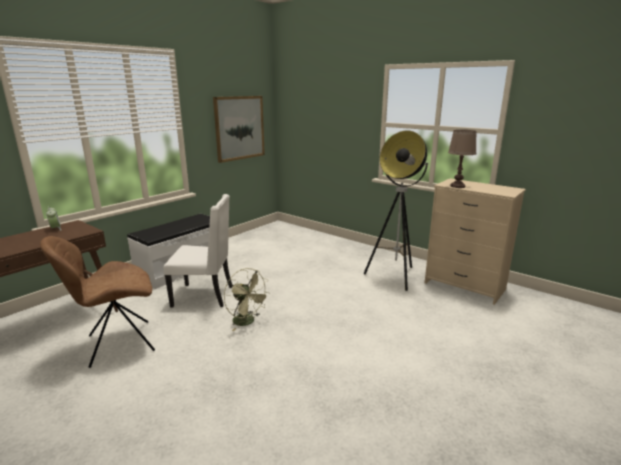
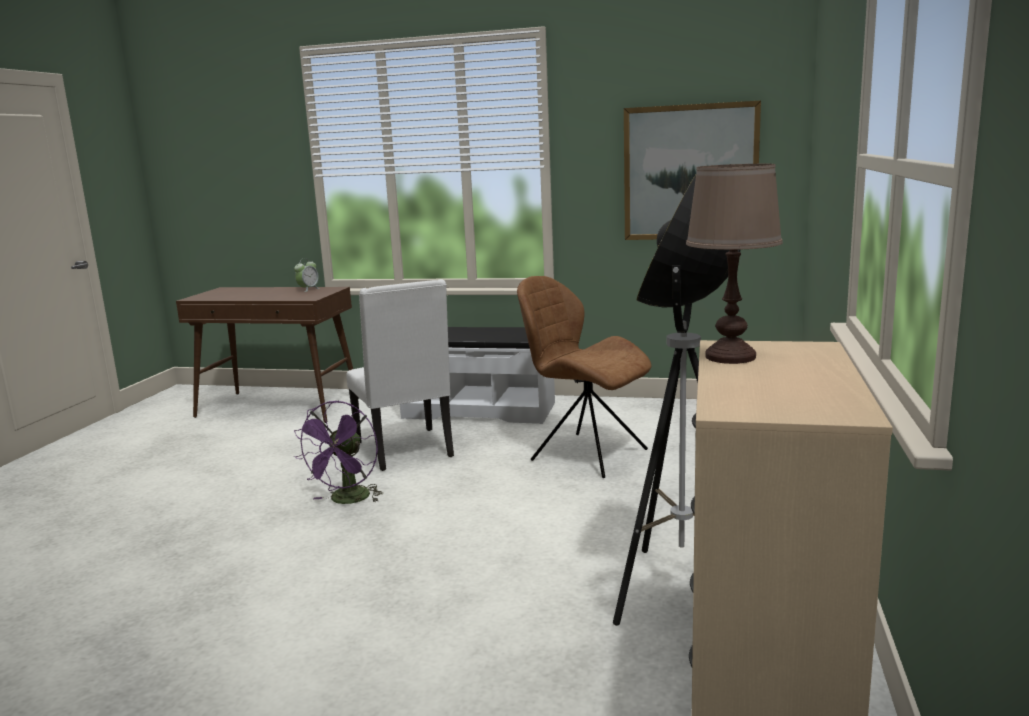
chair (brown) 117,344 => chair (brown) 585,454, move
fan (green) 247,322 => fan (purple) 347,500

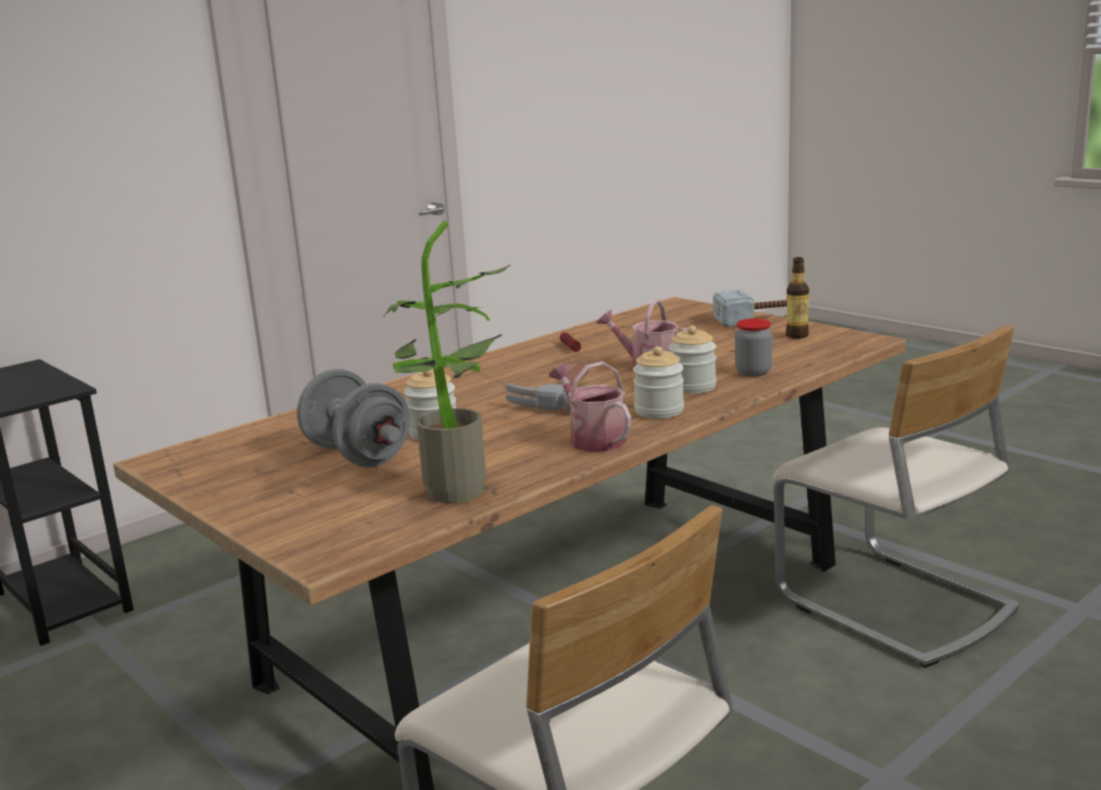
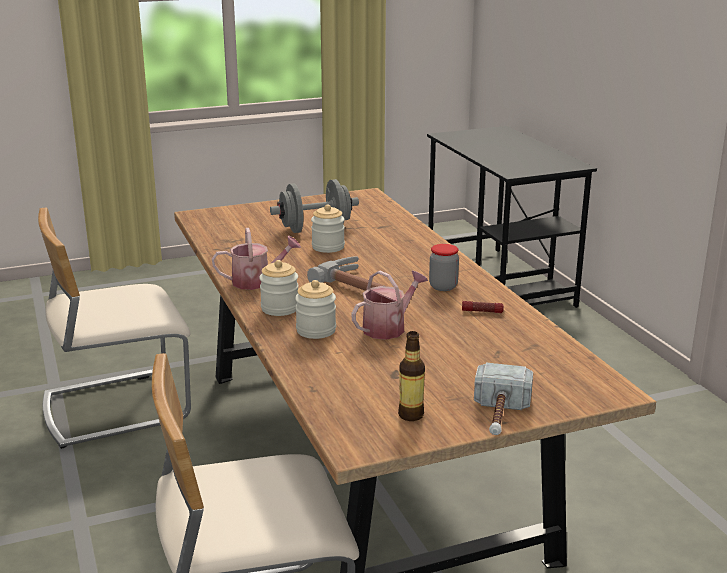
potted plant 457,495 => nothing
jar 753,372 => jar 443,286, move

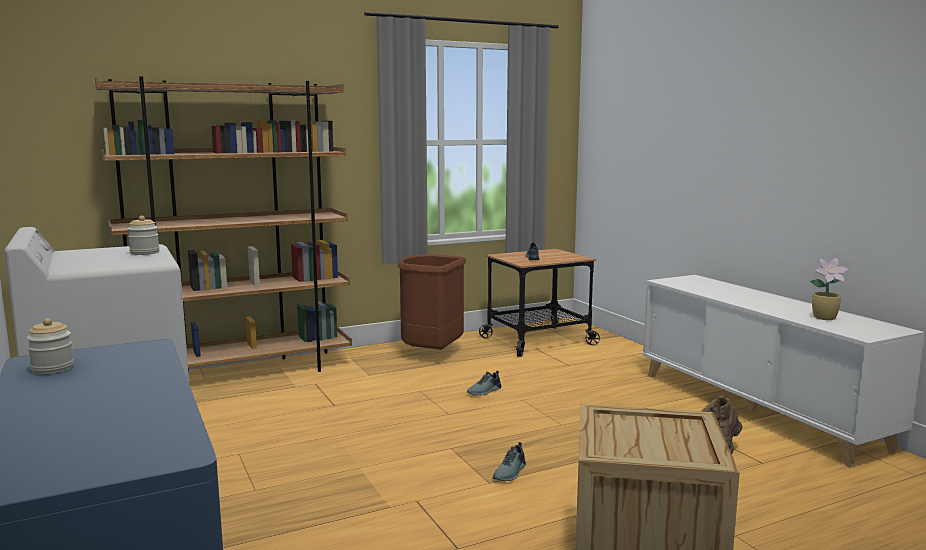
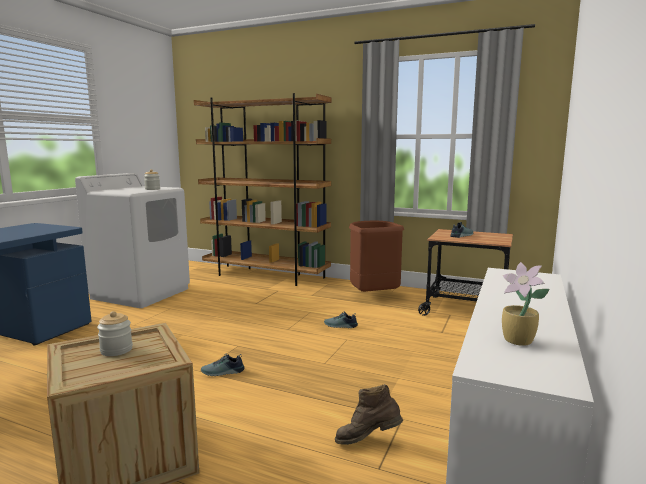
jar 52,368 => jar 116,350, move

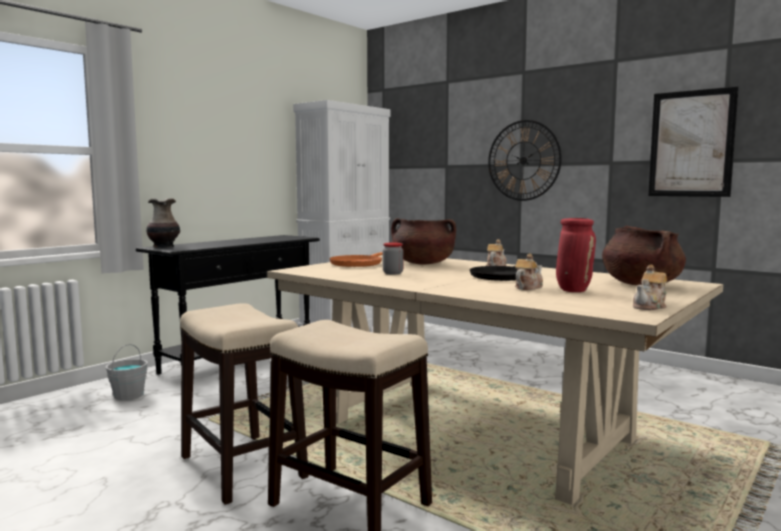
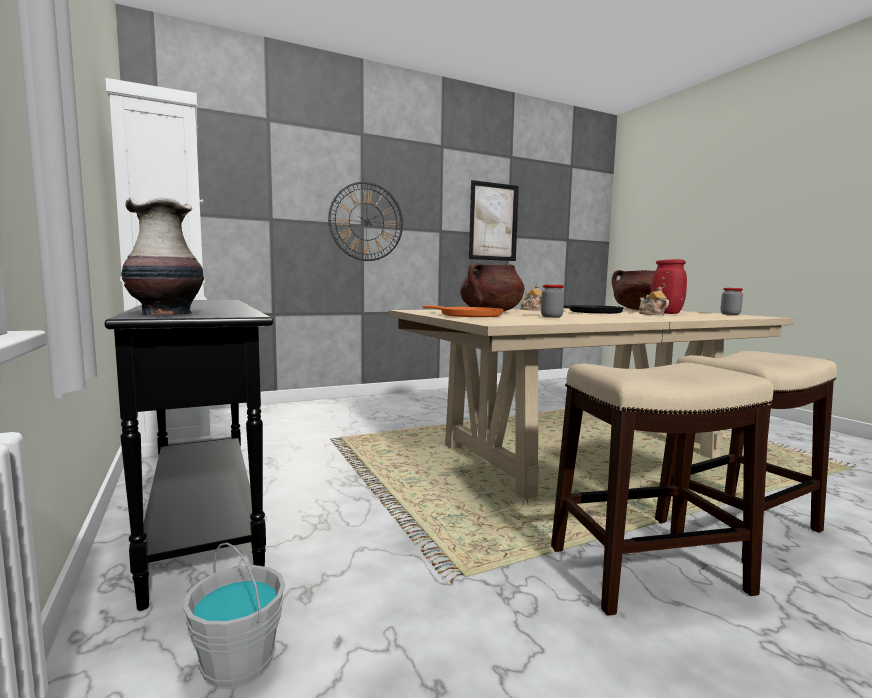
teapot 650,306 => jar 730,314

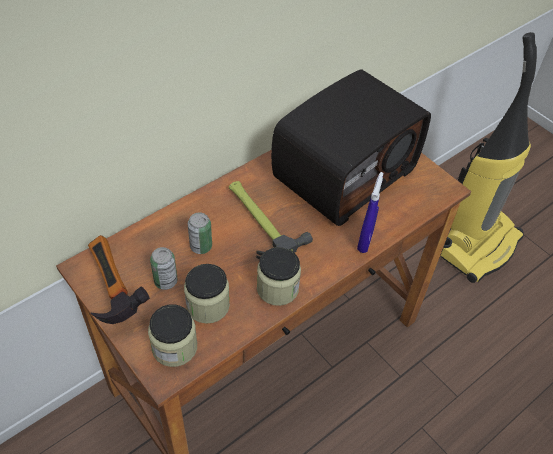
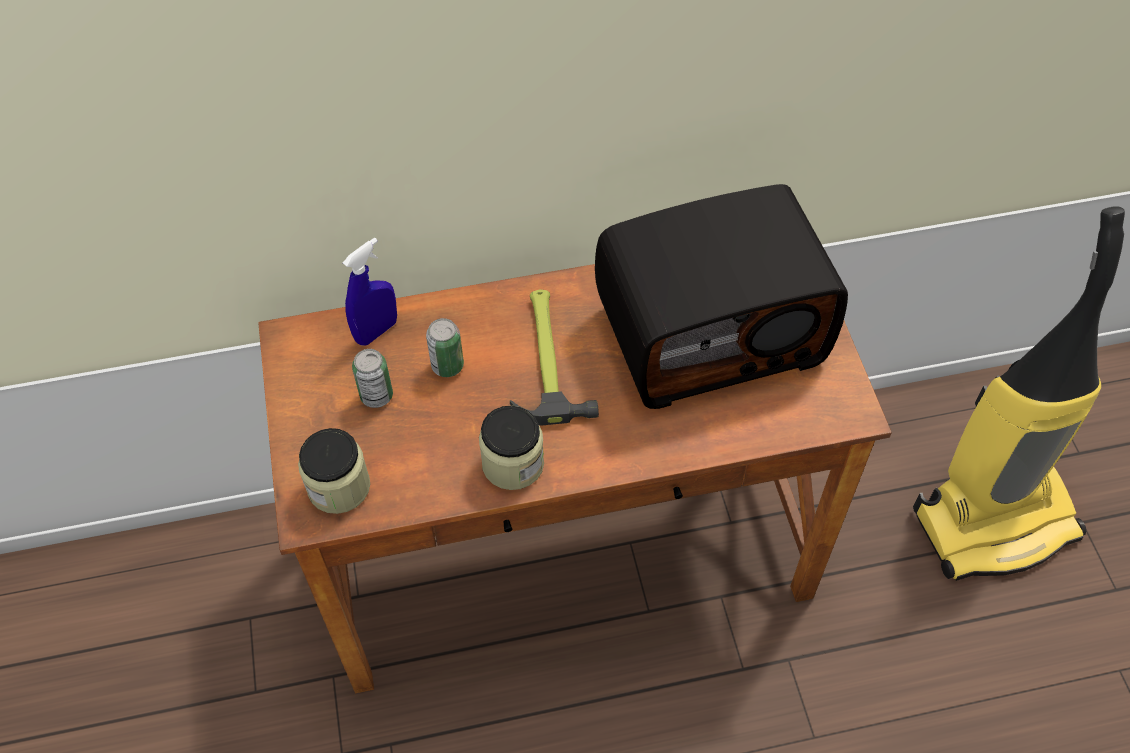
spray bottle (blue) 365,241 => spray bottle (blue) 376,331, move
hammer 108,290 => nothing
jar 208,305 => nothing

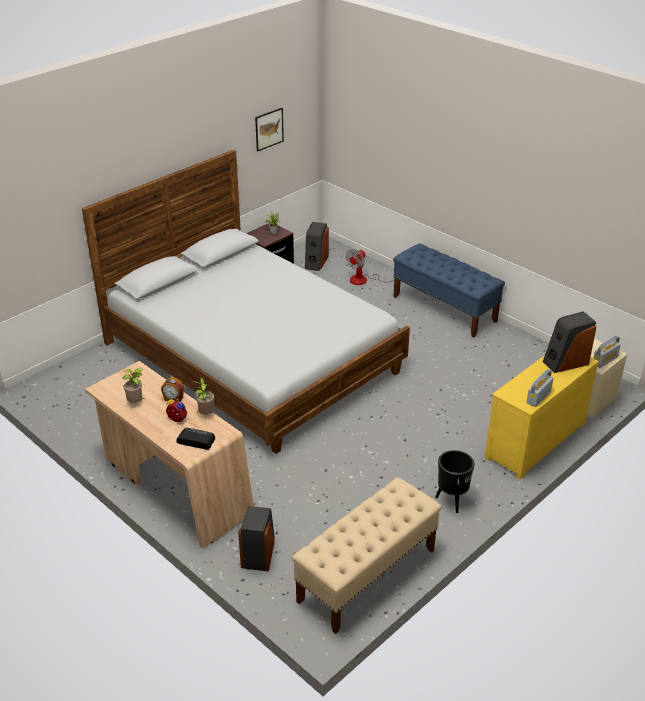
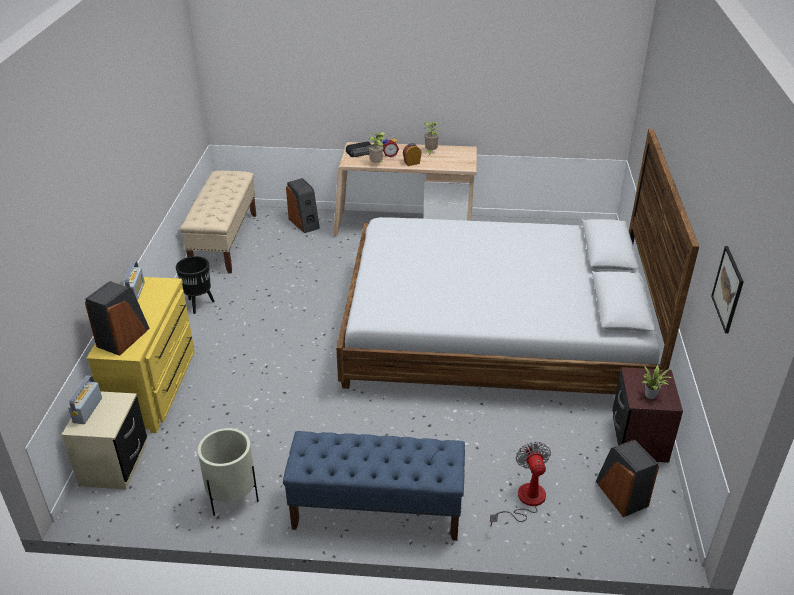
nothing => planter (beige) 232,499

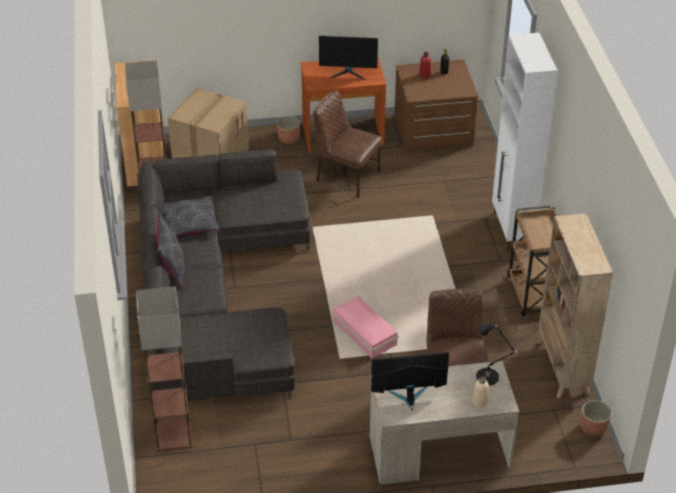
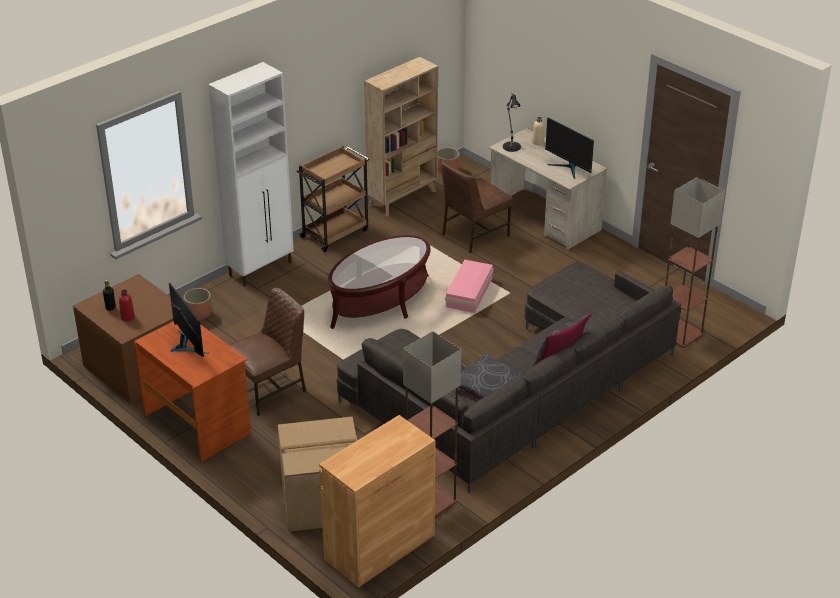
chair (brown) 346,177 => chair (brown) 270,390, 120 degrees counterclockwise
planter 288,139 => planter 199,314, move
nothing => coffee table (brown) 380,301

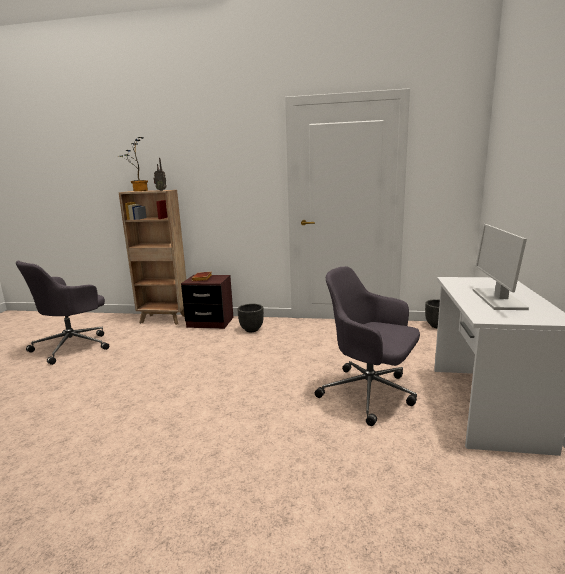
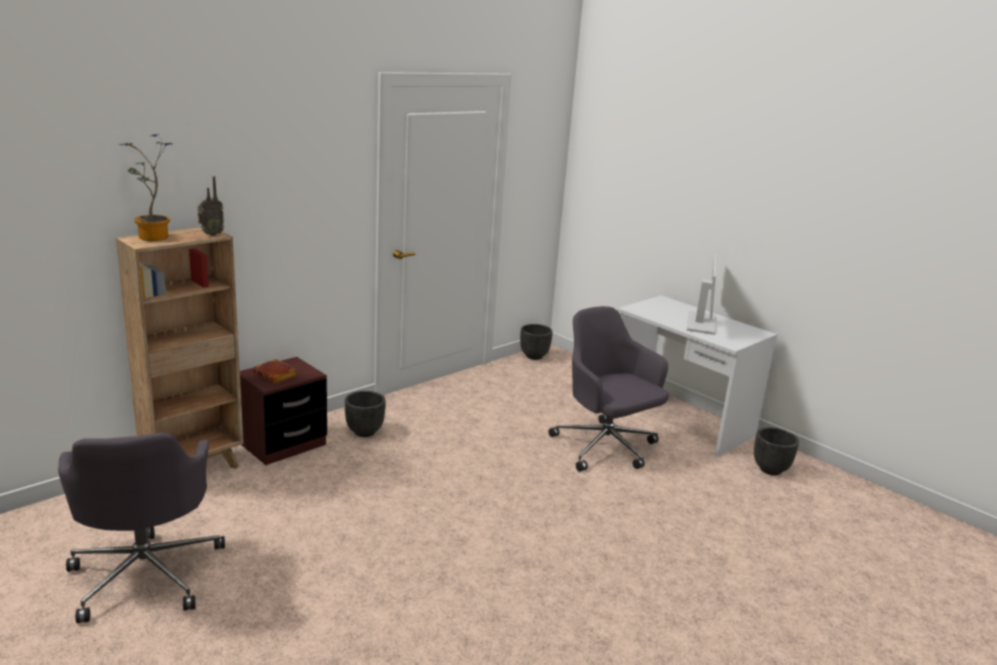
monitor 497,299 => monitor 701,323, 120 degrees counterclockwise
office chair (grey) 370,394 => office chair (grey) 605,448, 75 degrees clockwise
nothing => planter (black) 771,469

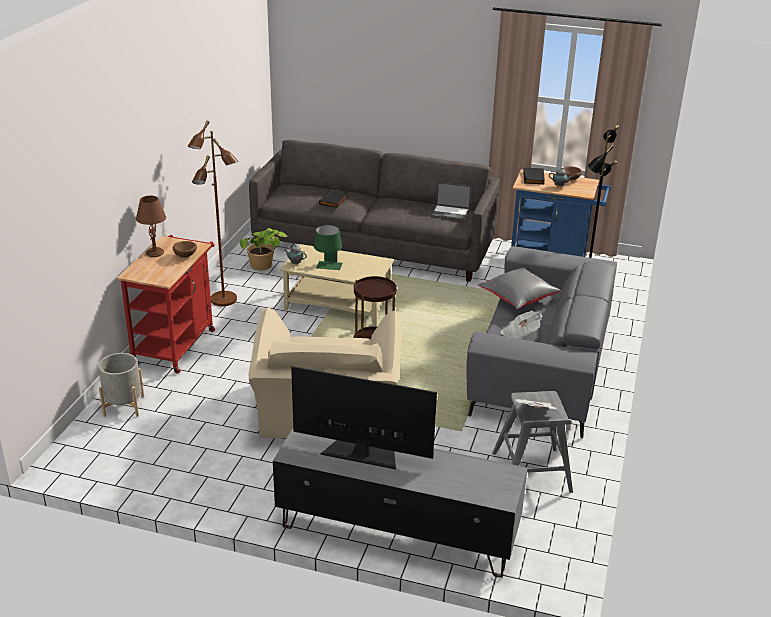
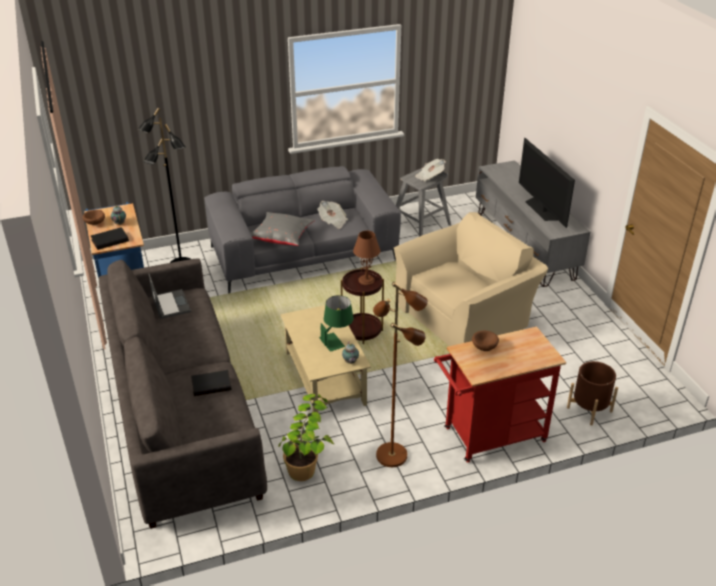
table lamp (brown) 154,252 => table lamp (brown) 366,280, move
planter (grey) 124,406 => planter (brown) 589,409

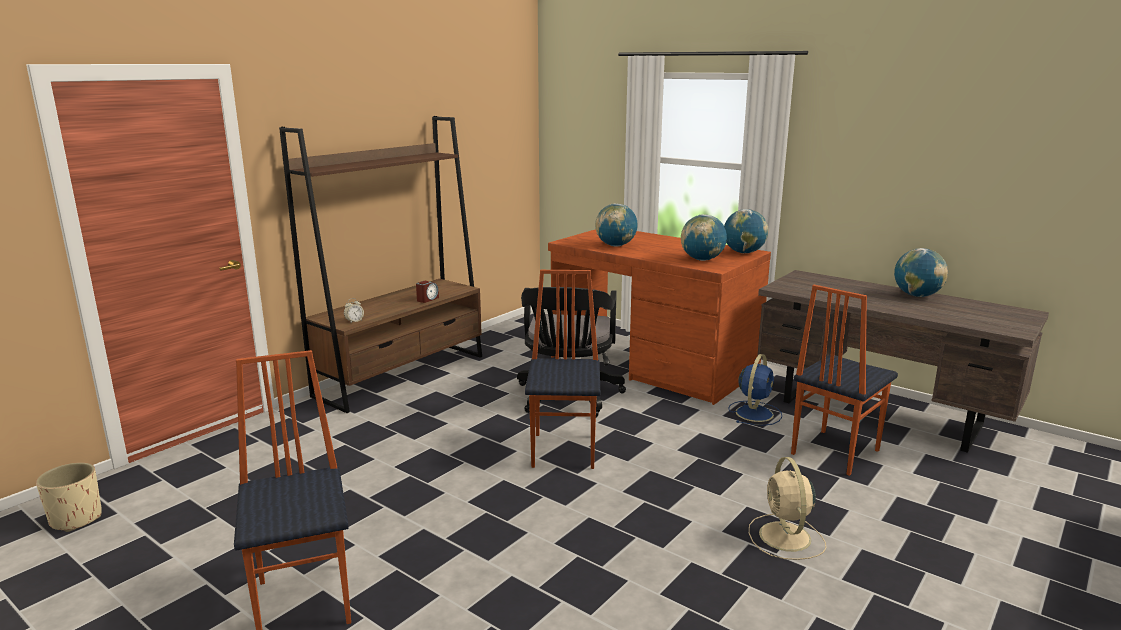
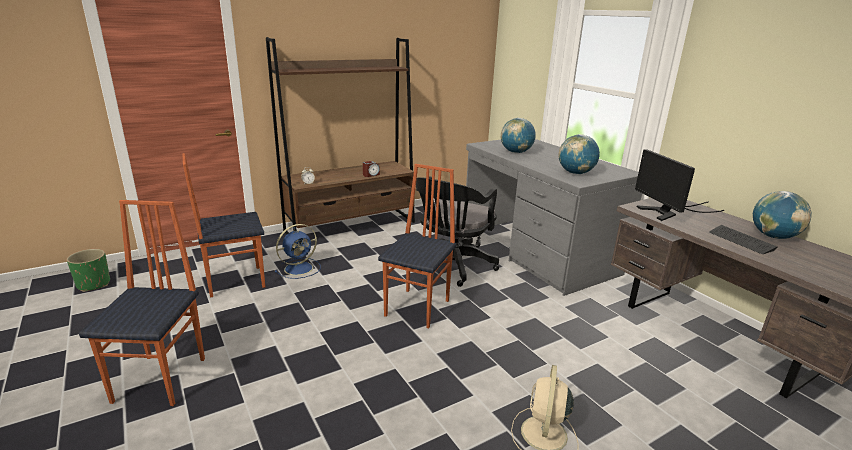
globe 743,253 => nothing
desk (brown) 652,365 => desk (grey) 536,252
chair 833,452 => chair 235,281, move
fan (blue) 755,413 => fan (blue) 300,268, move
planter (beige) 75,519 => planter (green) 93,284
nothing => monitor 668,212
nothing => keyboard 741,241

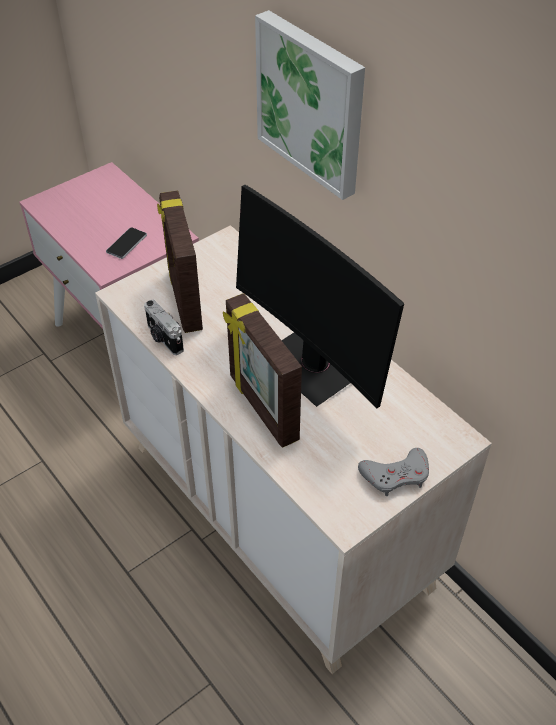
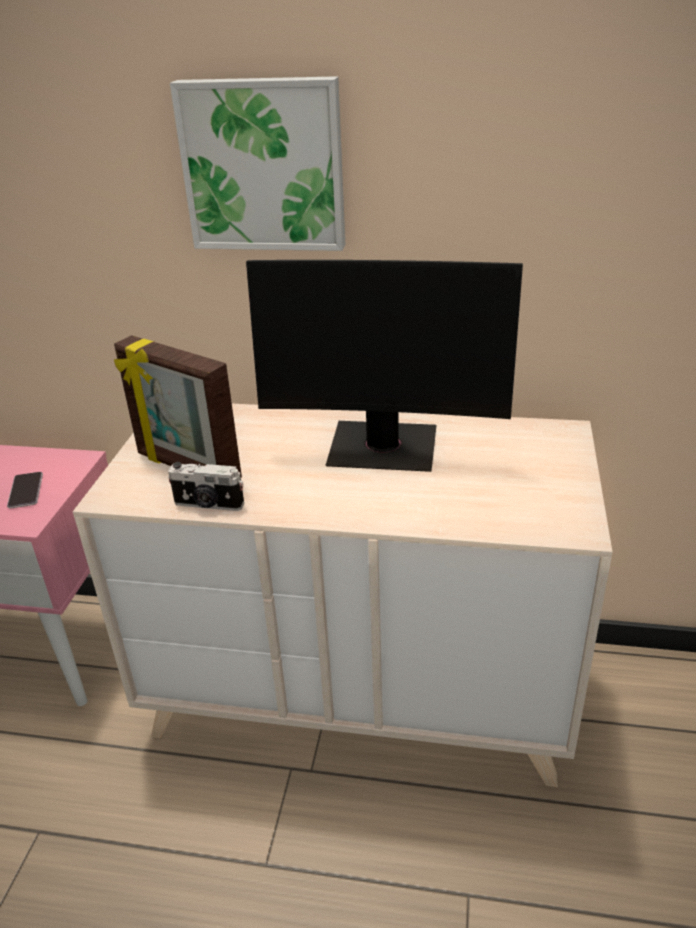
picture frame 262,408 => nothing
game controller (grey) 396,475 => nothing

